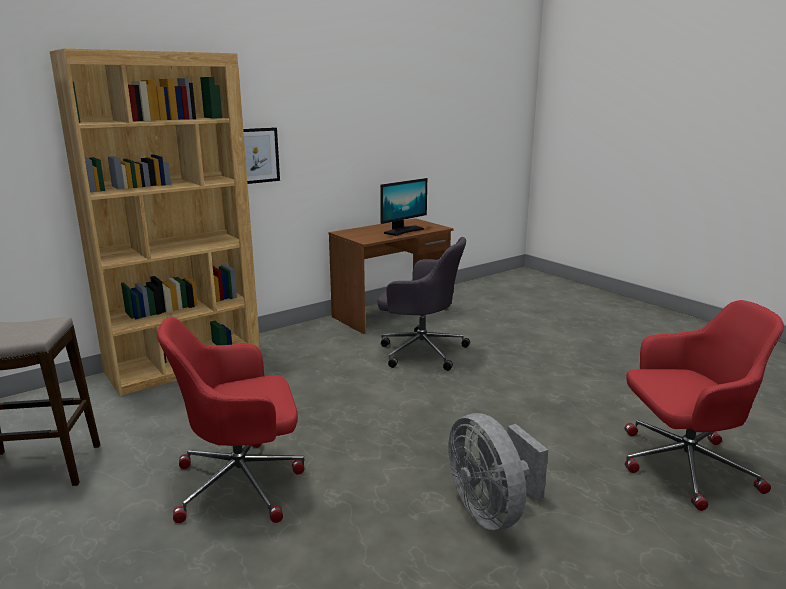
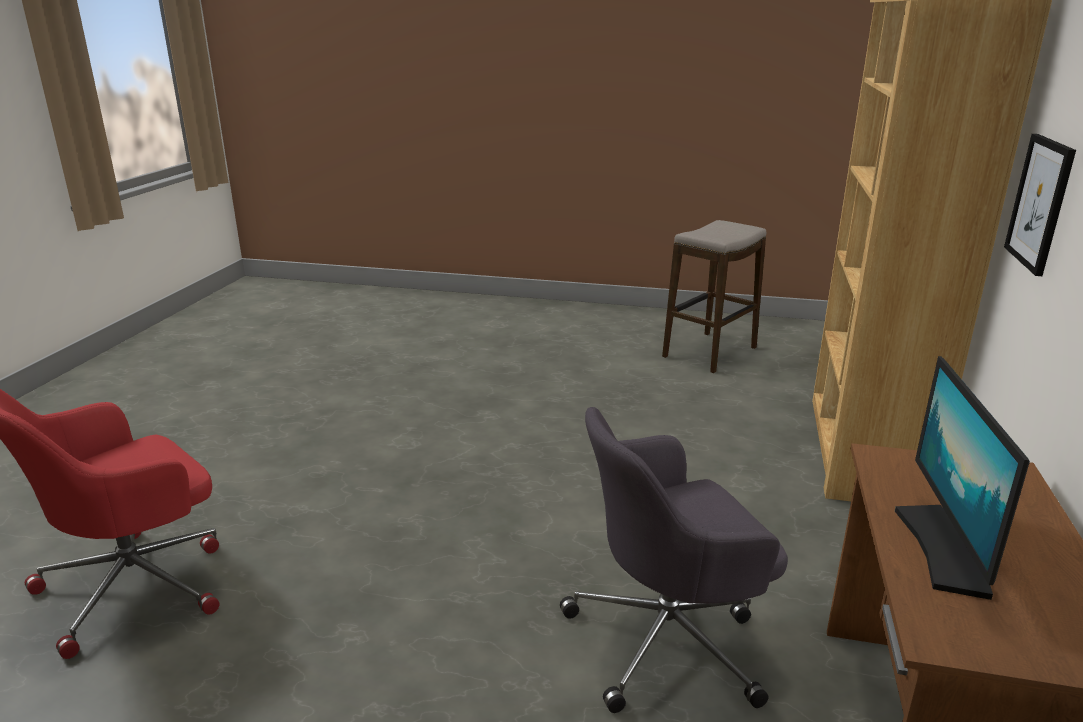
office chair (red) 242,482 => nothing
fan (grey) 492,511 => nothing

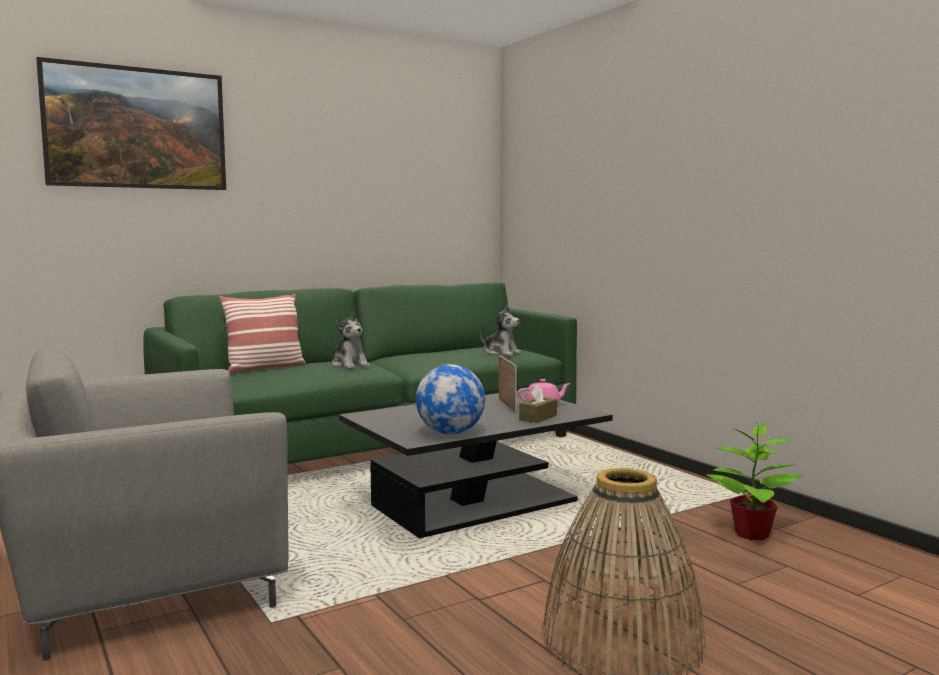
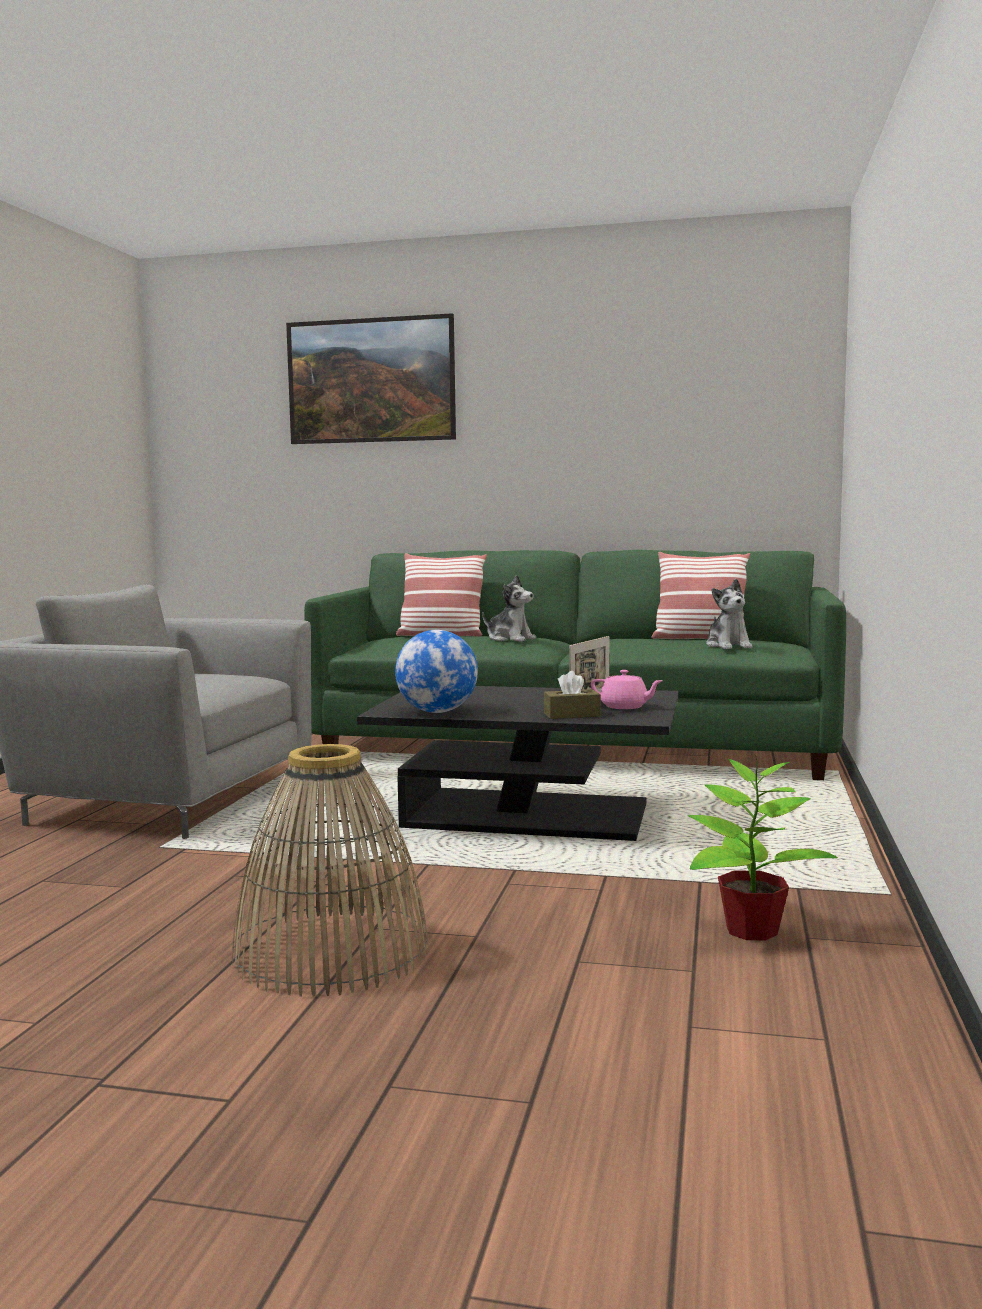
plush toy 349,365 => plush toy 510,639, 60 degrees counterclockwise
nothing => pillow 699,638

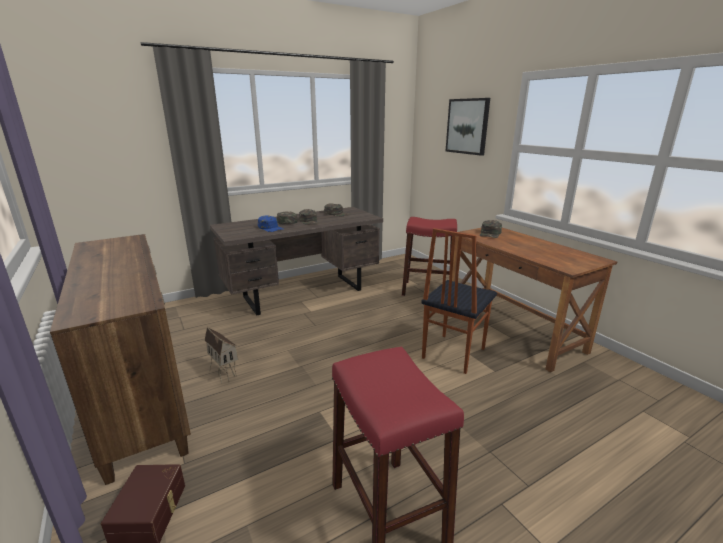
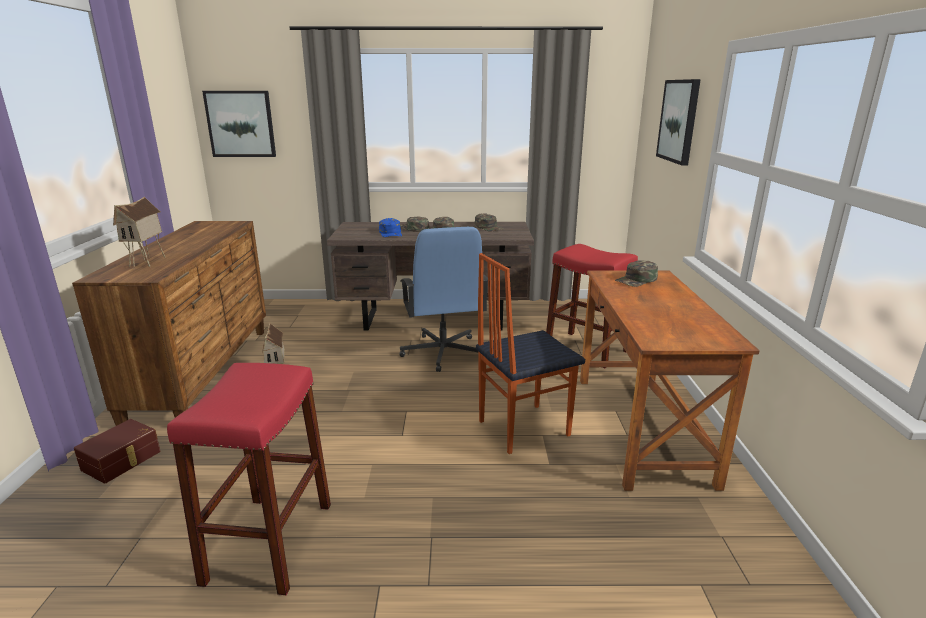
nothing => picture 241,124
nothing => toy house 148,263
nothing => office chair (blue) 442,352

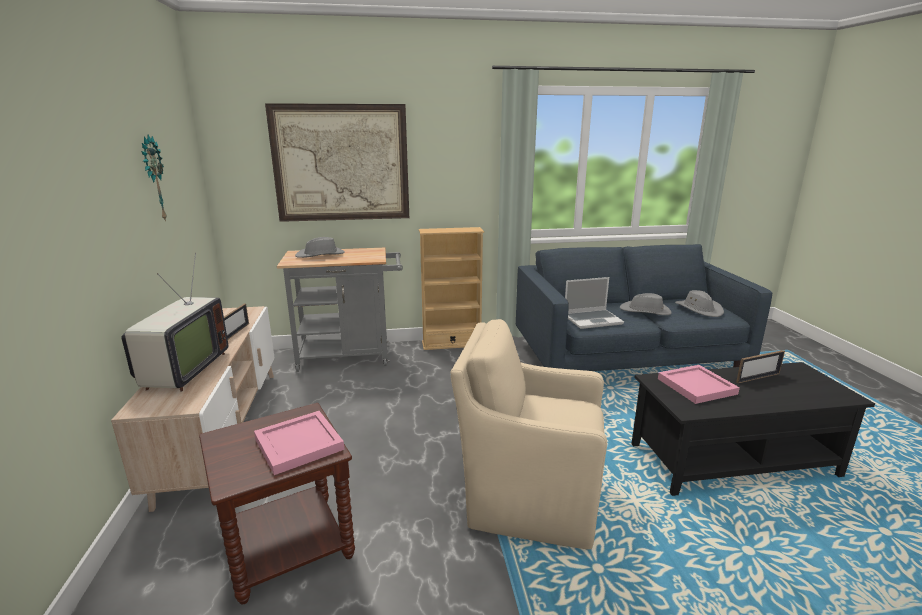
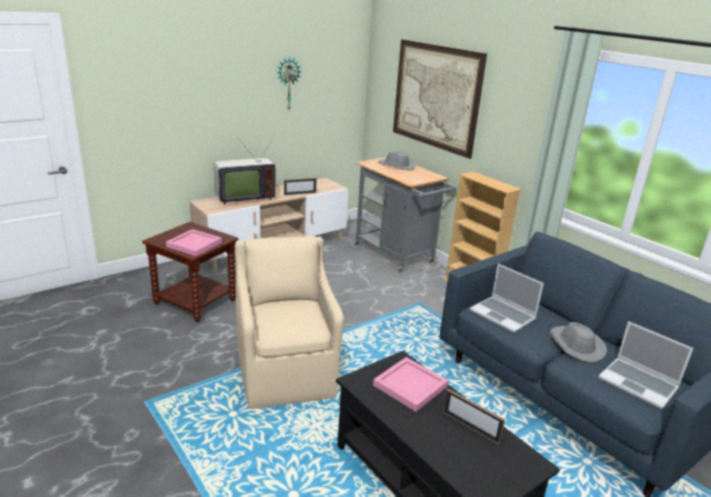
hat (grey) 699,309 => laptop 639,384

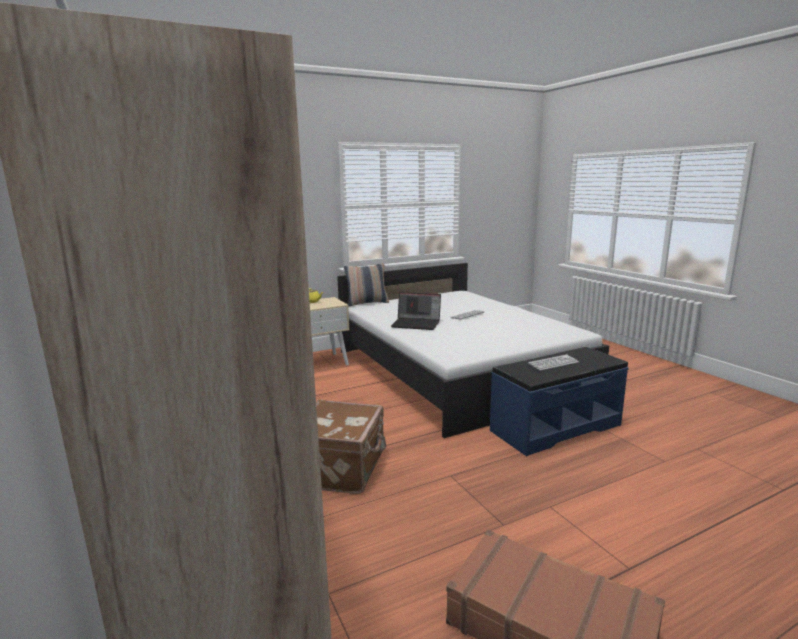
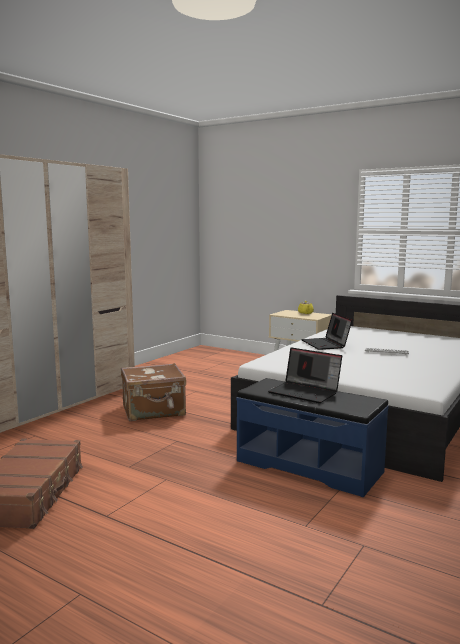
pillow 367,303 => nothing
keyboard 553,363 => laptop 305,392

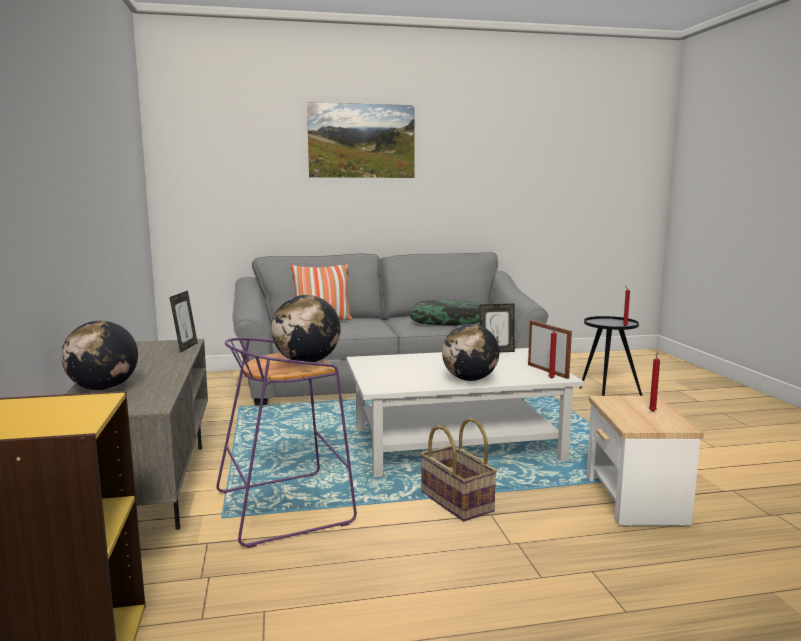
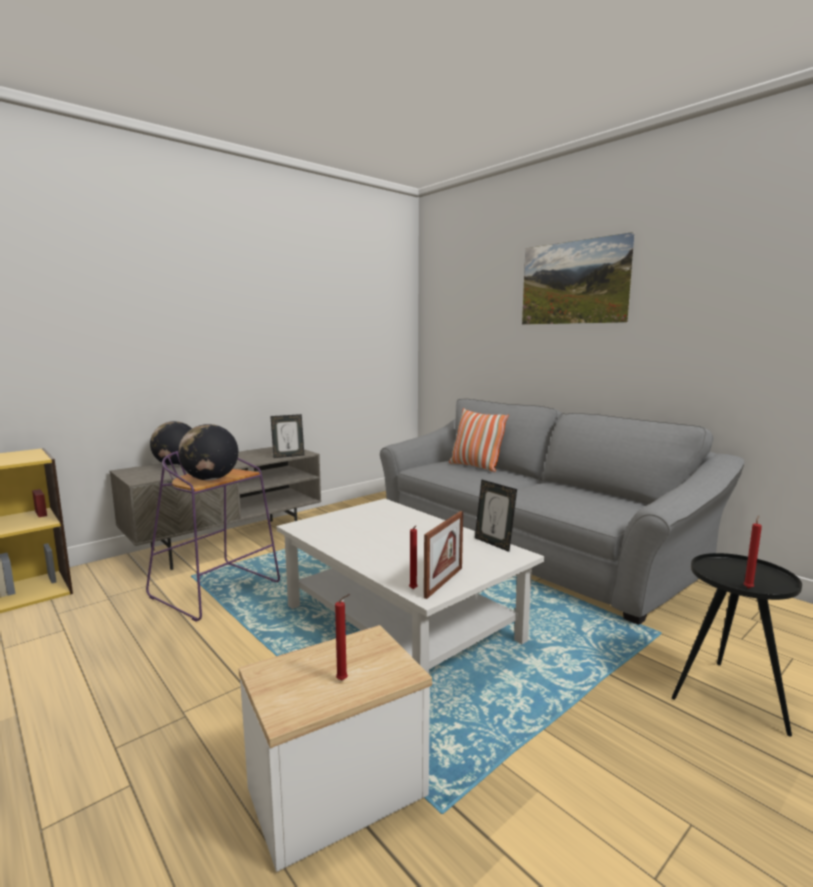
pillow 446,321 => nothing
globe 469,379 => nothing
basket 455,501 => nothing

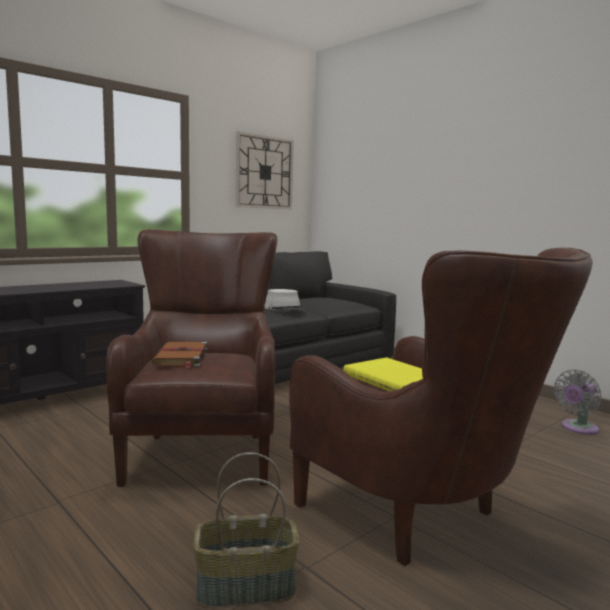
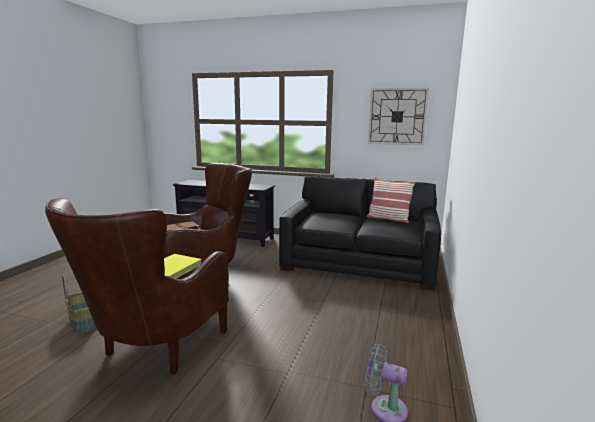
hat (grey) 284,309 => nothing
nothing => pillow 388,219

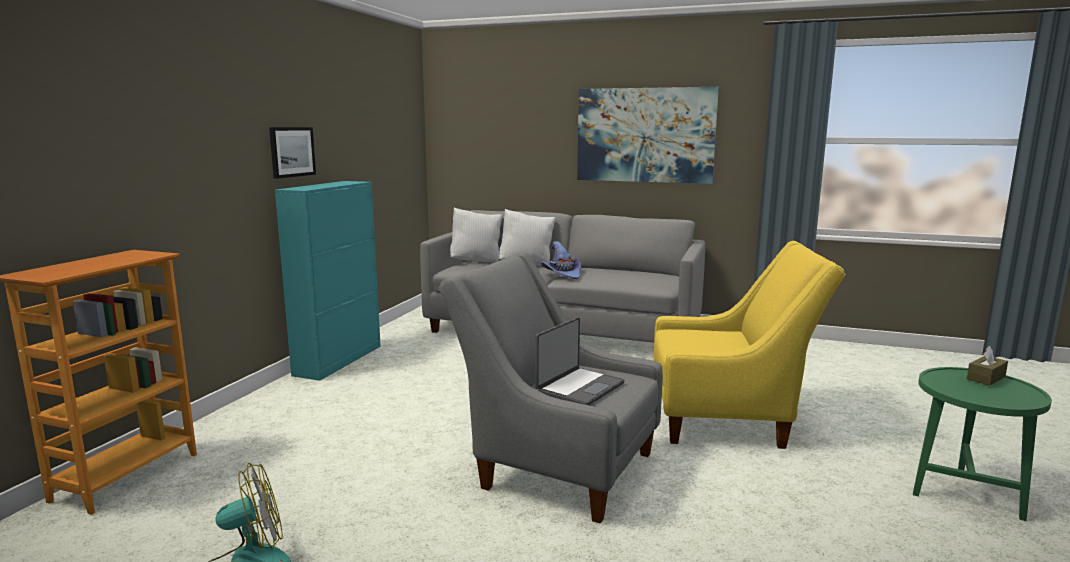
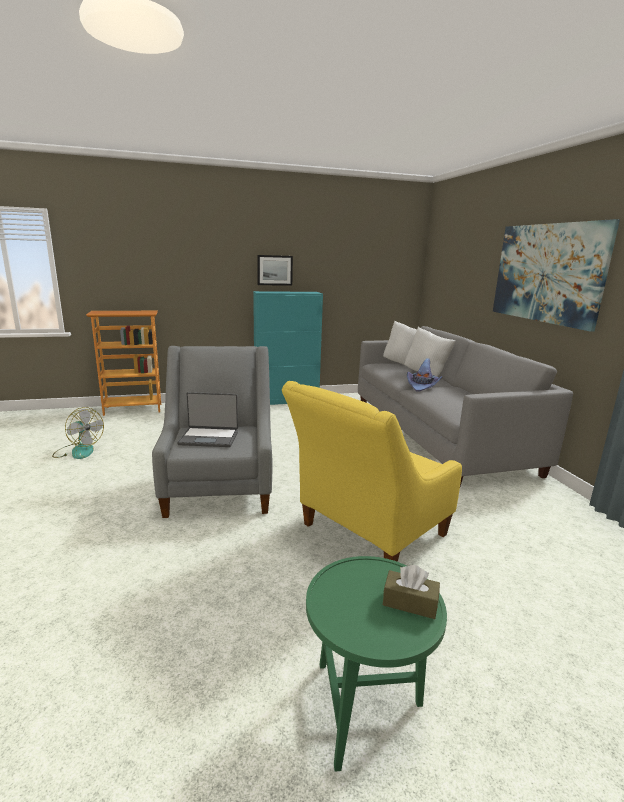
armchair (yellow) 729,419 => armchair (yellow) 367,534, 75 degrees clockwise

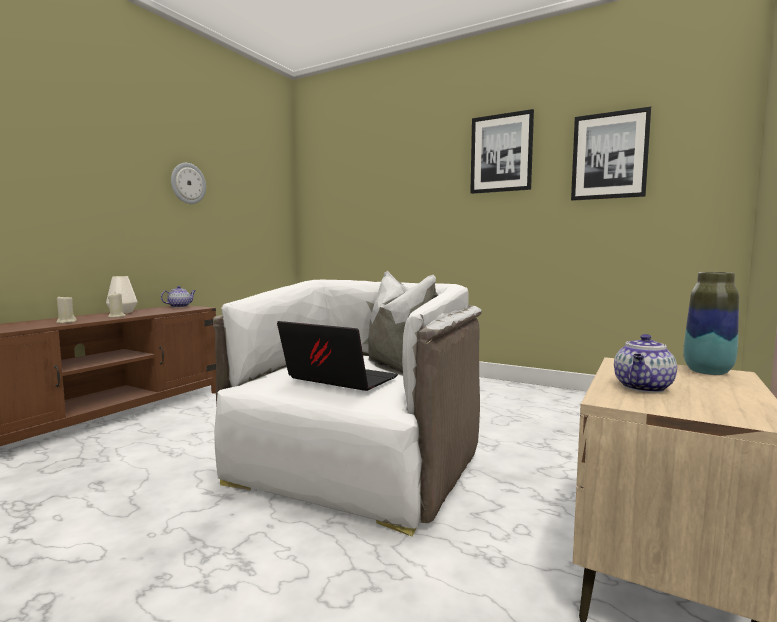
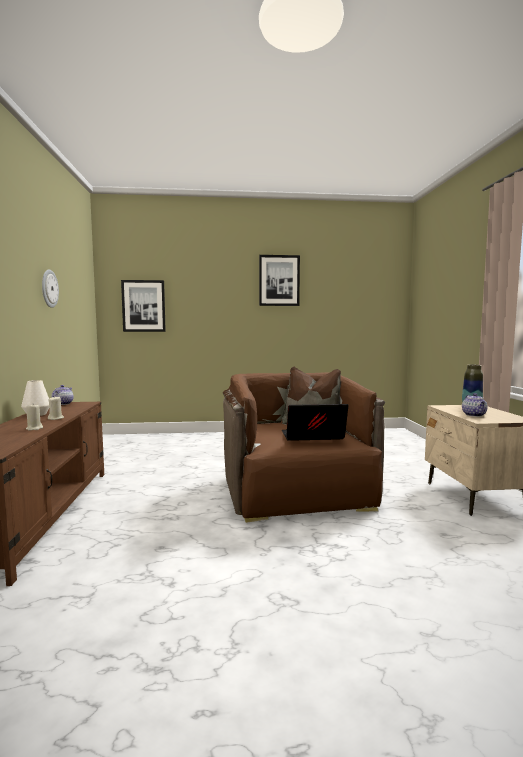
picture 609,156 => picture 143,306, move
armchair (white) 357,465 => armchair (brown) 296,491

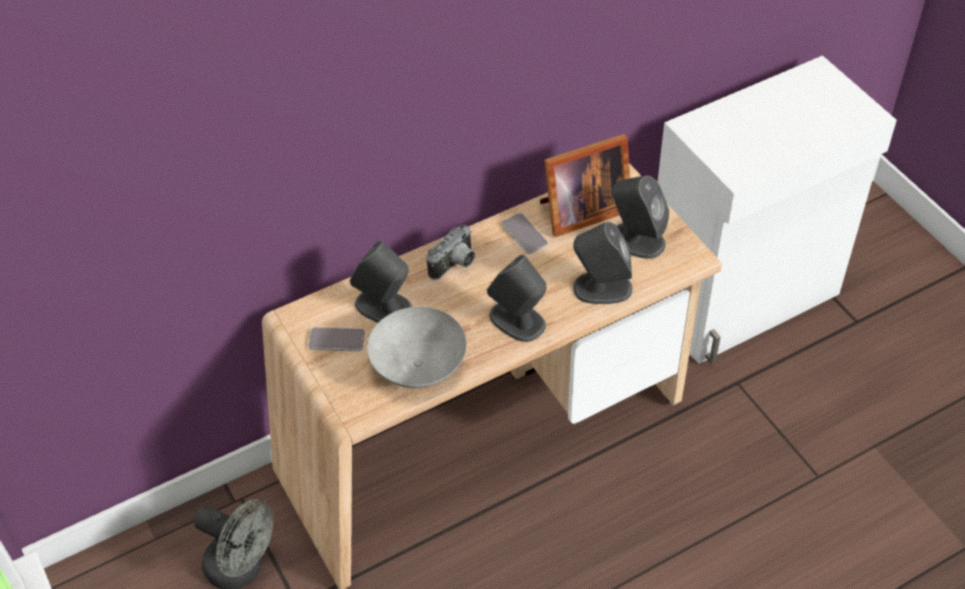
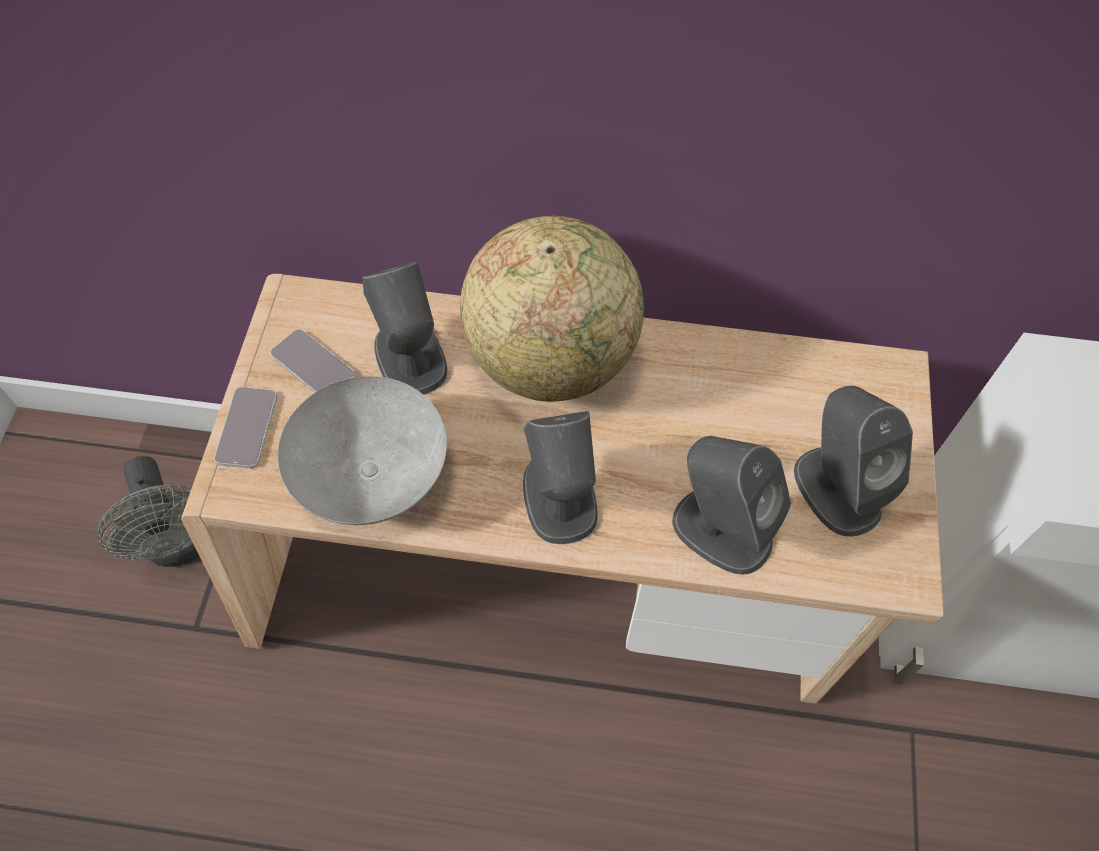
picture frame 580,212 => nothing
phone 524,234 => phone 247,428, move
photo camera 455,265 => globe 551,359

